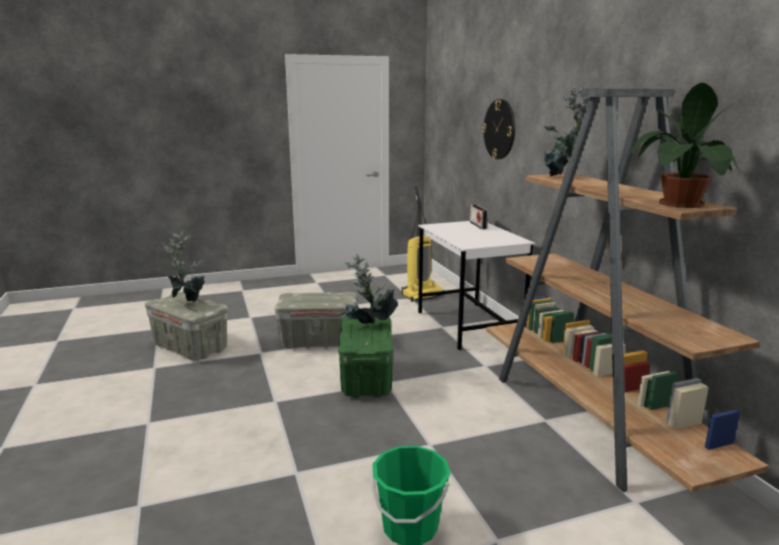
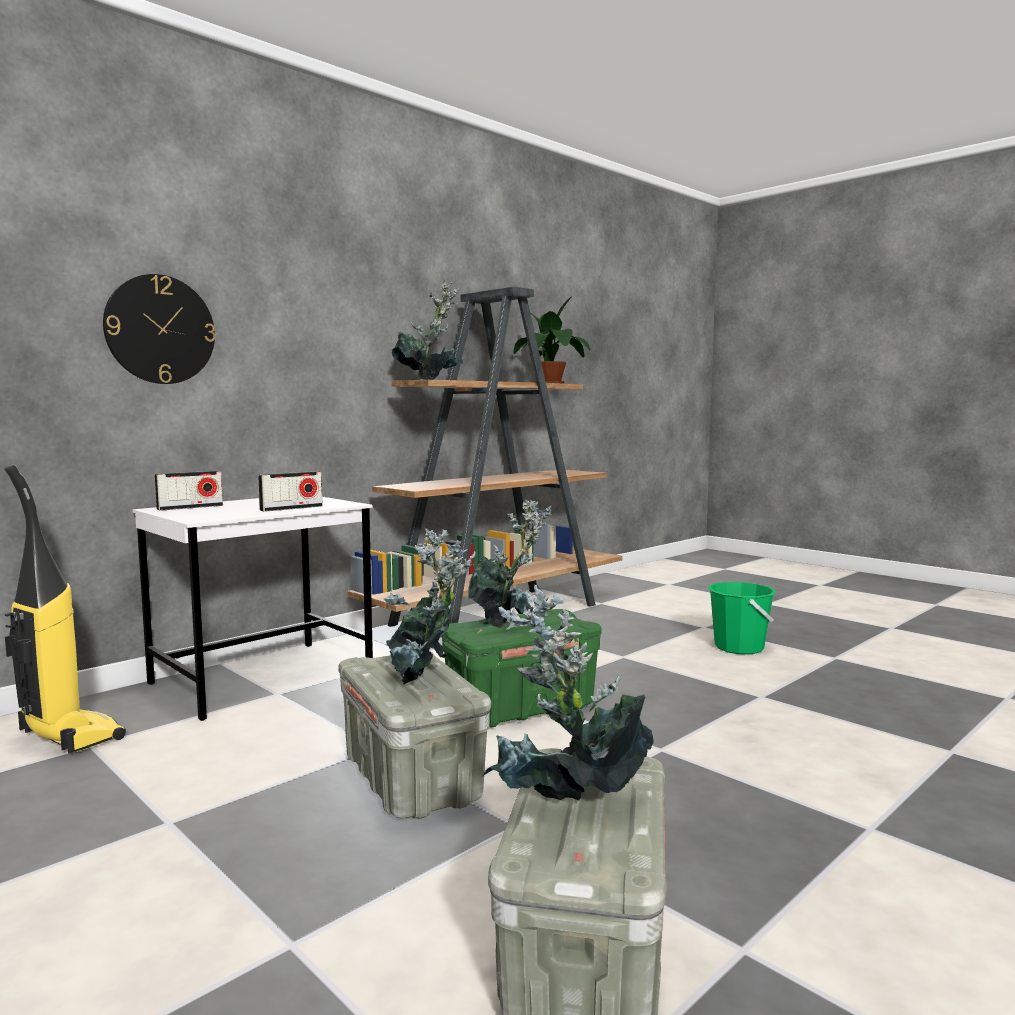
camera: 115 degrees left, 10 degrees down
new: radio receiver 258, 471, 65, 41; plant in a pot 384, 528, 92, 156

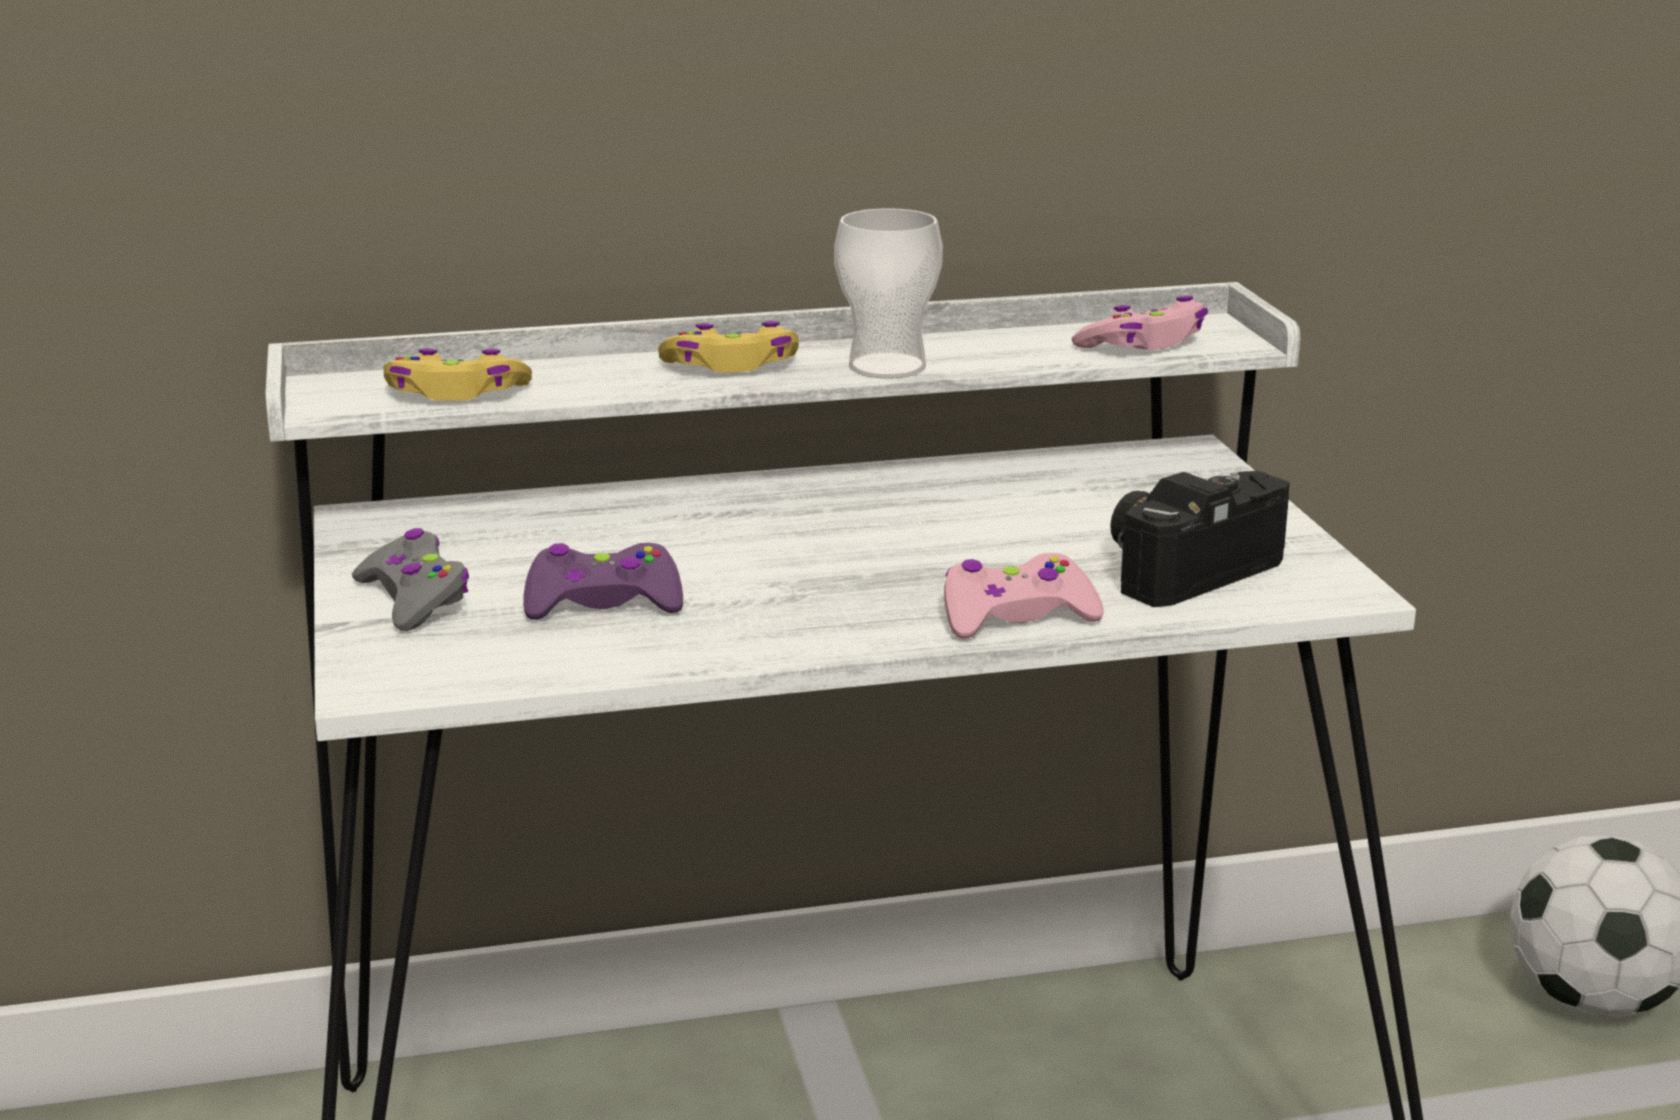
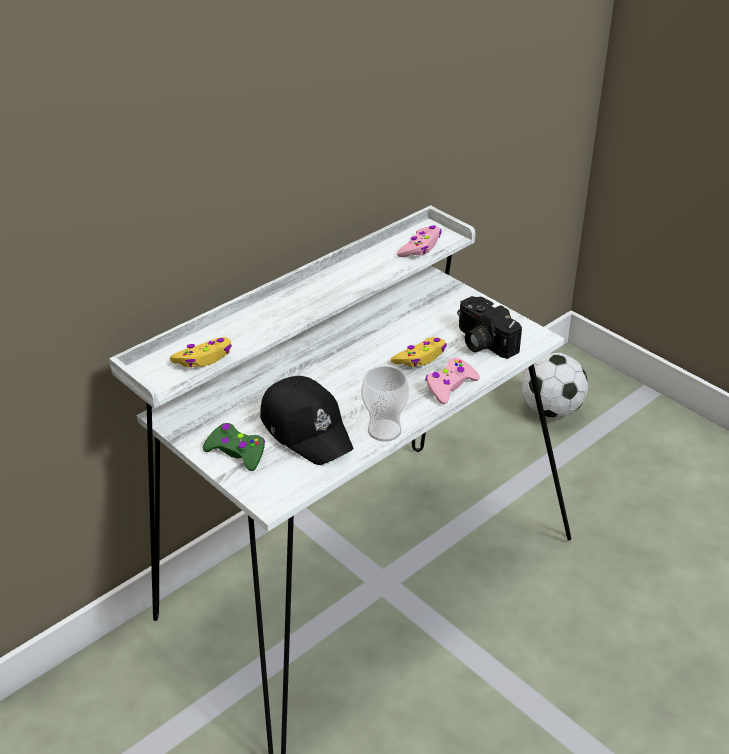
camera: 30 degrees left, 15 degrees up
shifted: cup 834, 208, 109, 171 to 361, 366, 48, 76; gamepad (yellowish) 658, 321, 141, 52 to 391, 337, 56, 30
swapped: gamepad (purplish) 523, 543, 160, 77 to baseball cap (black-coloured) 260, 376, 94, 89
repainted: gamepad (gray) 352, 528, 117, 103 to gamepad (greenish) 203, 423, 62, 48
rotated: photo camera 1110, 471, 180, 136 = 457, 296, 65, 63 60 degrees counterclockwise

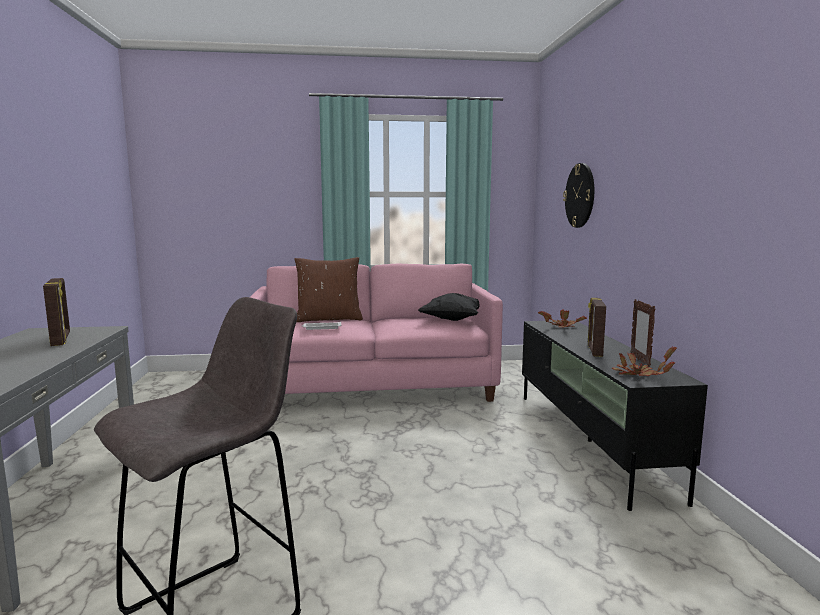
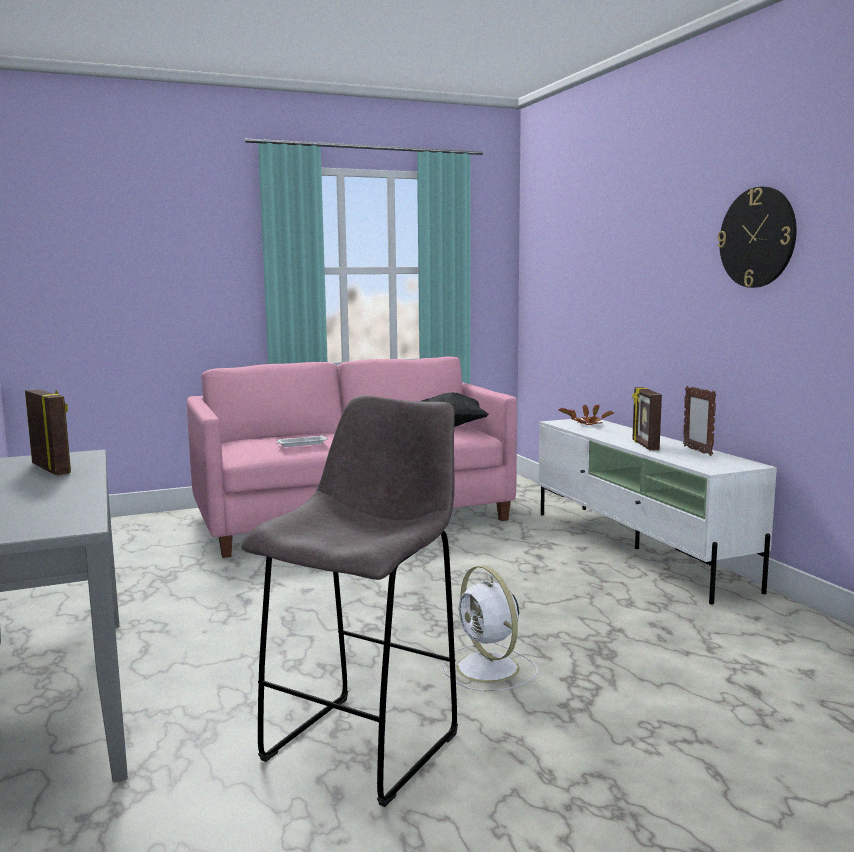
camera: 15 degrees left, 0 degrees up
gone: throw pillow (brown) 294, 257, 69, 65; plant in a pot 612, 347, 65, 29
new: fan (white-coloured) 442, 565, 96, 127
shifted: hanging clock 563, 163, 31, 65 to 717, 187, 80, 101
repainted: tv stand (black-coloured) 522, 320, 186, 191 to tv stand (white-coloured) 539, 418, 238, 187

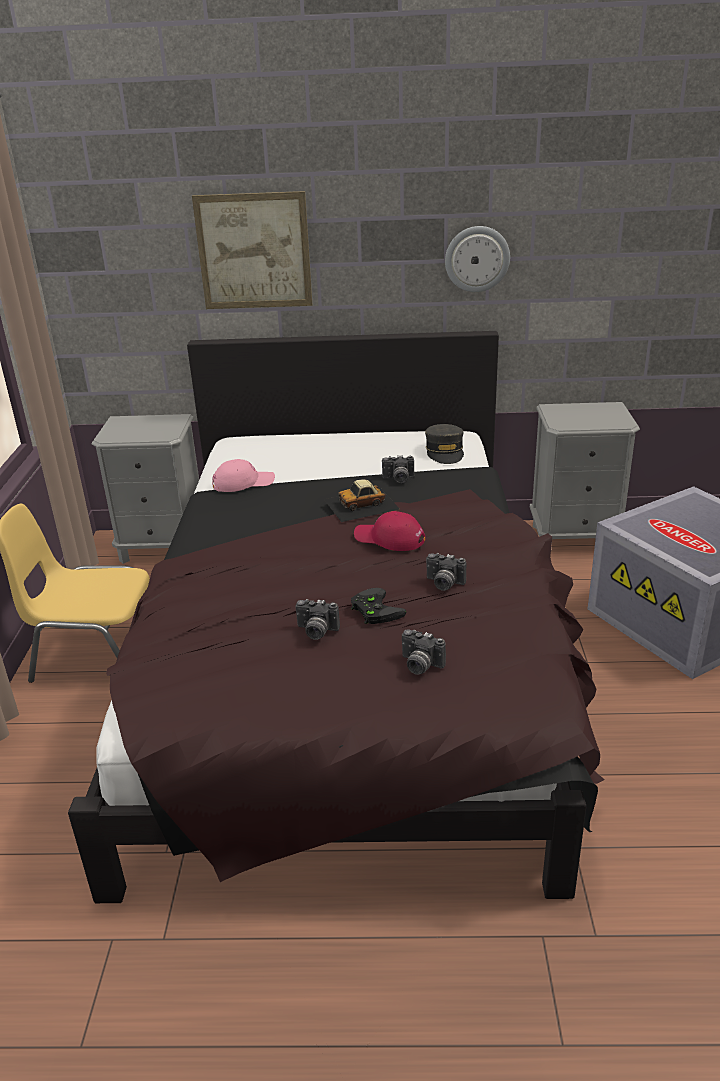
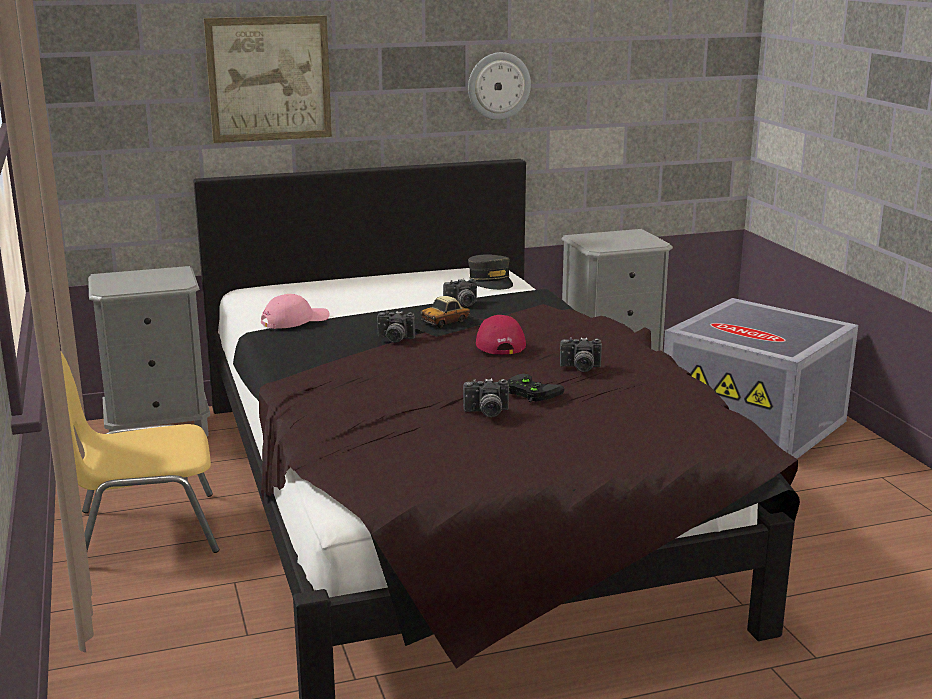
camera: 20 degrees left, 10 degrees down
shifted: photo camera 402, 629, 44, 46 to 377, 311, 38, 32
rotated: baseball cap (red) 354, 511, 72, 40 = 476, 315, 50, 39 75 degrees clockwise

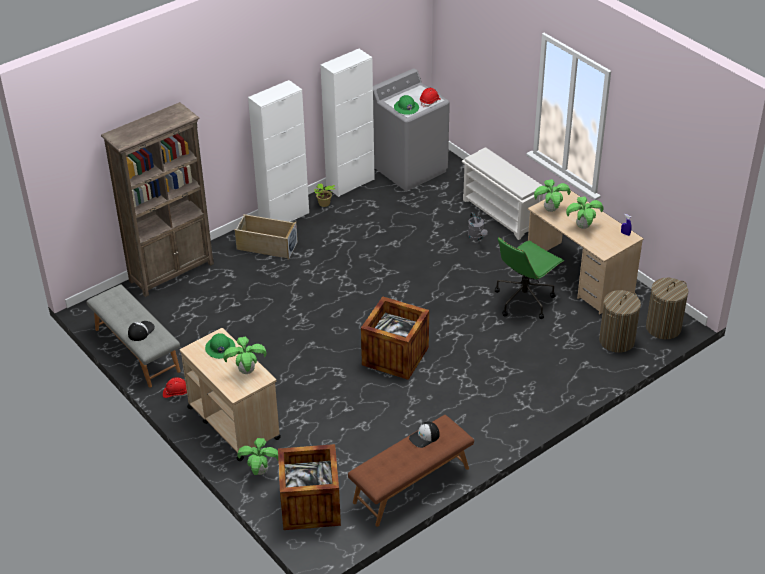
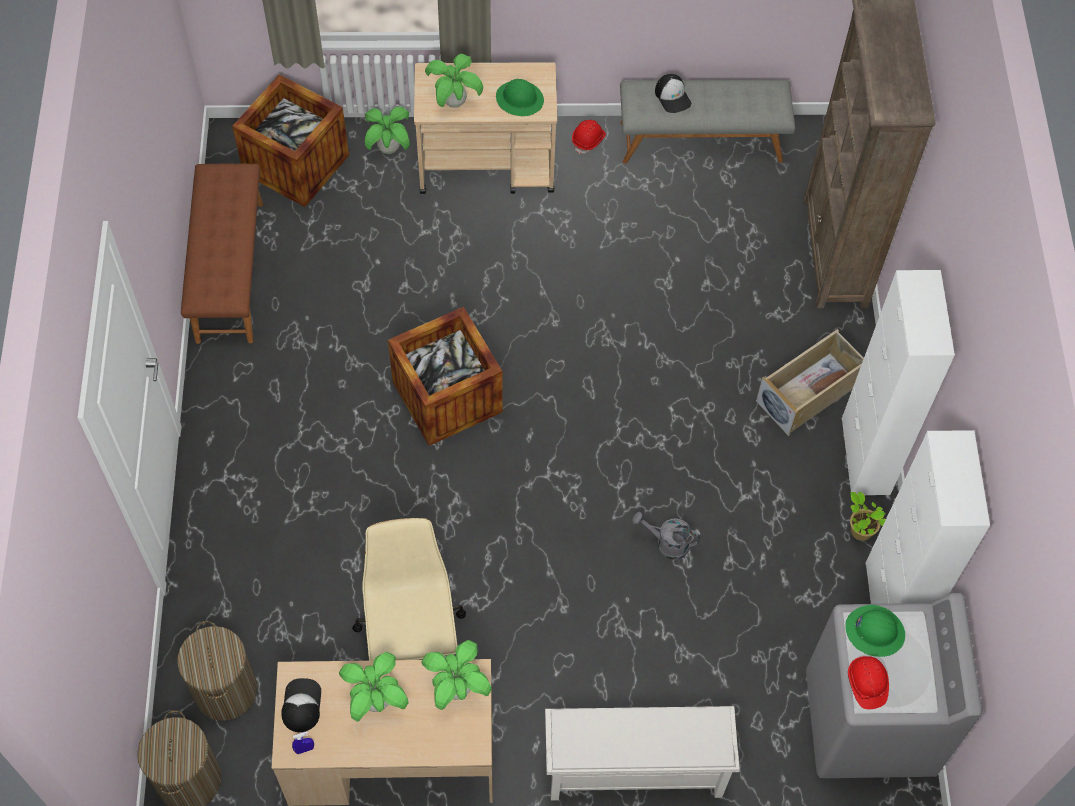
camera: 125 degrees right, 20 degrees up
shifted: sprinkling can (gray) 468, 212, 20, 28 to 632, 512, 68, 48; baseball cap 409, 422, 31, 26 to 281, 678, 40, 54
repainted: desk chair (greenish) 495, 237, 69, 82 to desk chair (beige) 352, 518, 114, 143

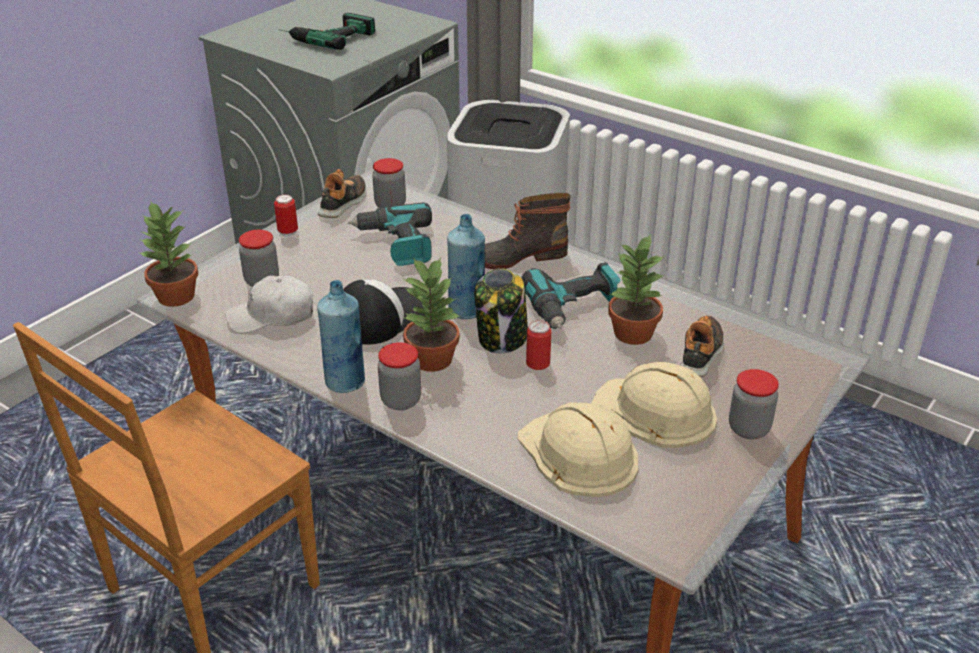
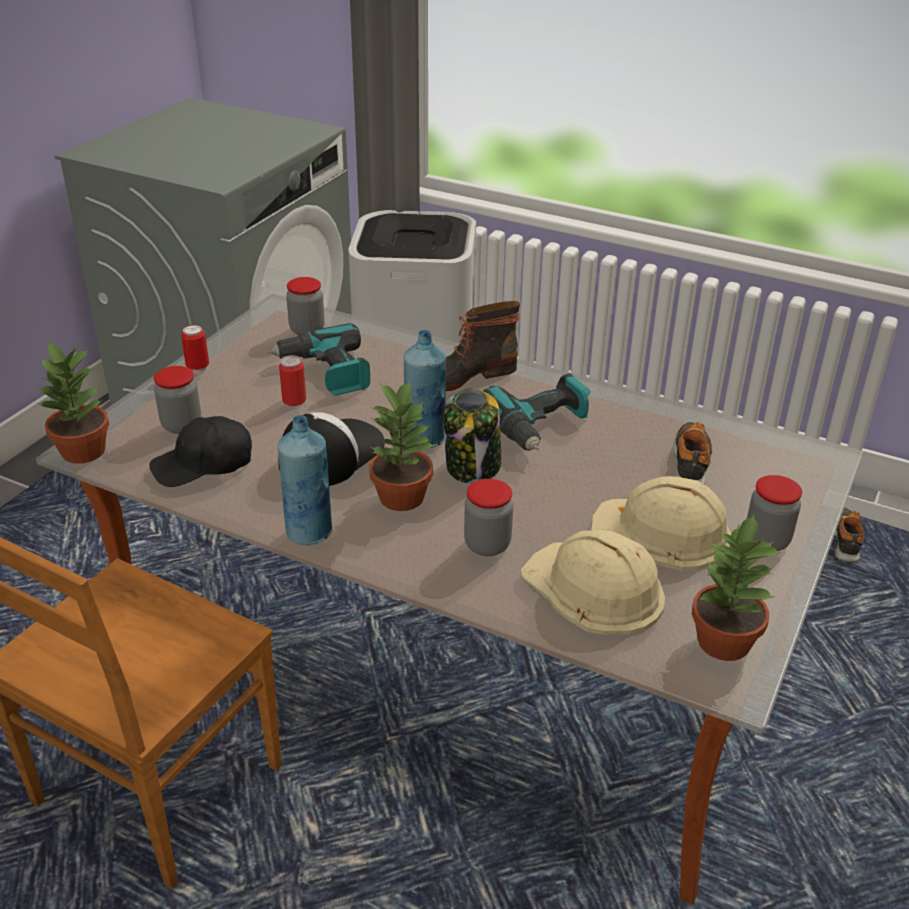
camera: 10 degrees left, 0 degrees up
gone: power drill 278, 13, 97, 37
shifted: shoe 318, 169, 48, 49 to 835, 507, 29, 56; plant in a pot 608, 234, 56, 111 to 692, 513, 90, 148; sealed can 526, 320, 25, 50 to 279, 355, 27, 51; storage jar 378, 342, 43, 68 to 464, 479, 49, 77
repainted: baseball cap (white-coloured) 226, 275, 87, 58 to baseball cap (black-coloured) 150, 416, 102, 71

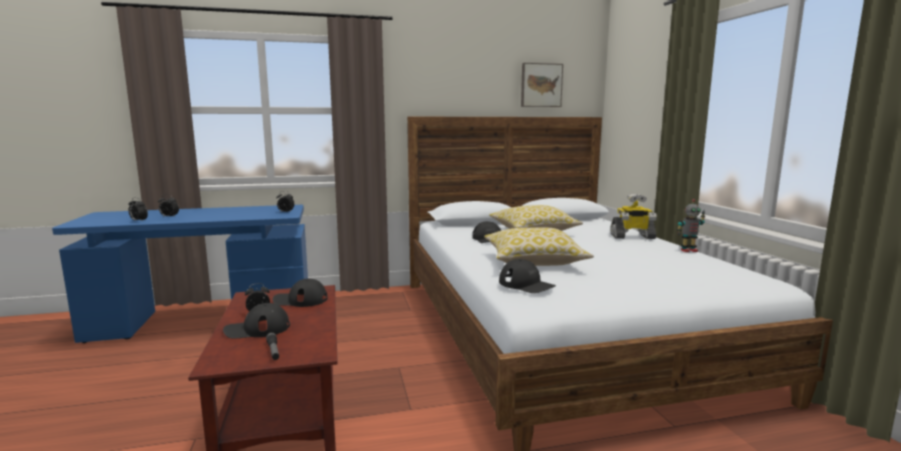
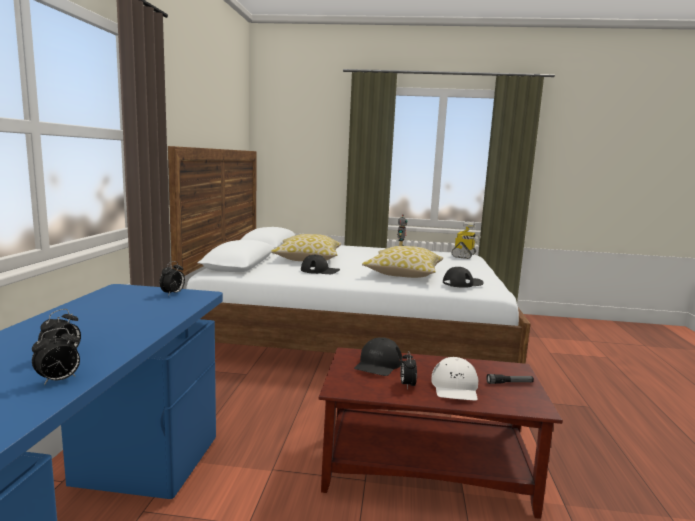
camera: 70 degrees left, 0 degrees up
gone: picture 521, 63, 42, 44
shifted: toy robot 610, 194, 47, 45 to 451, 222, 30, 37
repainted: baseball cap (black-coloured) 223, 303, 67, 36 to baseball cap (white-coloured) 431, 357, 48, 44

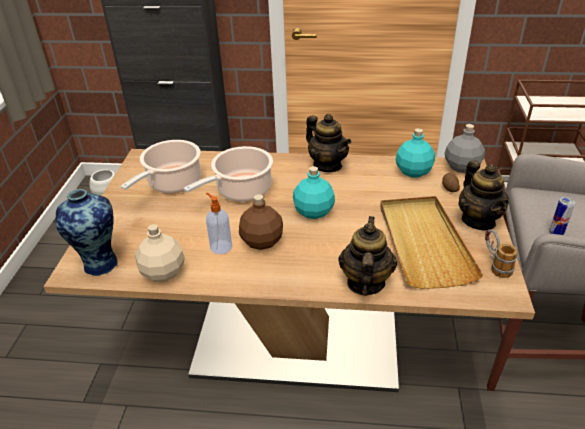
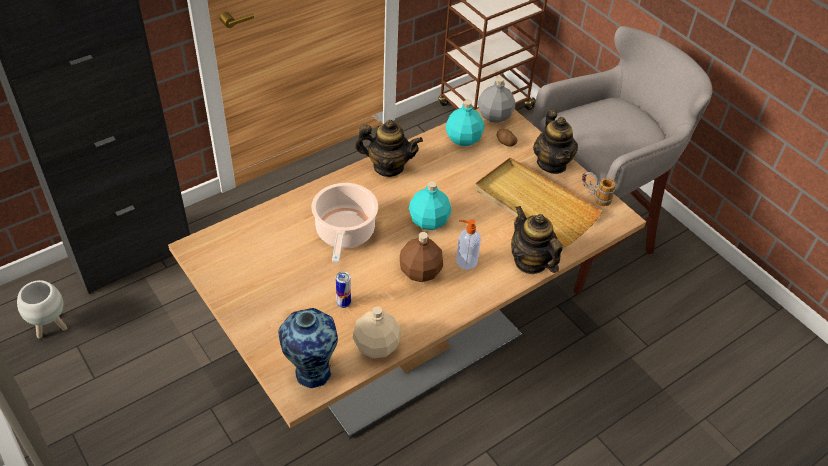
camera: 45 degrees left, 10 degrees up
gone: saucepot 121, 140, 80, 53
shifted: soap bottle 206, 193, 26, 61 to 456, 219, 25, 51; sealed can 549, 197, 26, 38 to 336, 271, 15, 37
rotated: teapot 458, 160, 51, 71 = 533, 110, 45, 64 45 degrees clockwise

